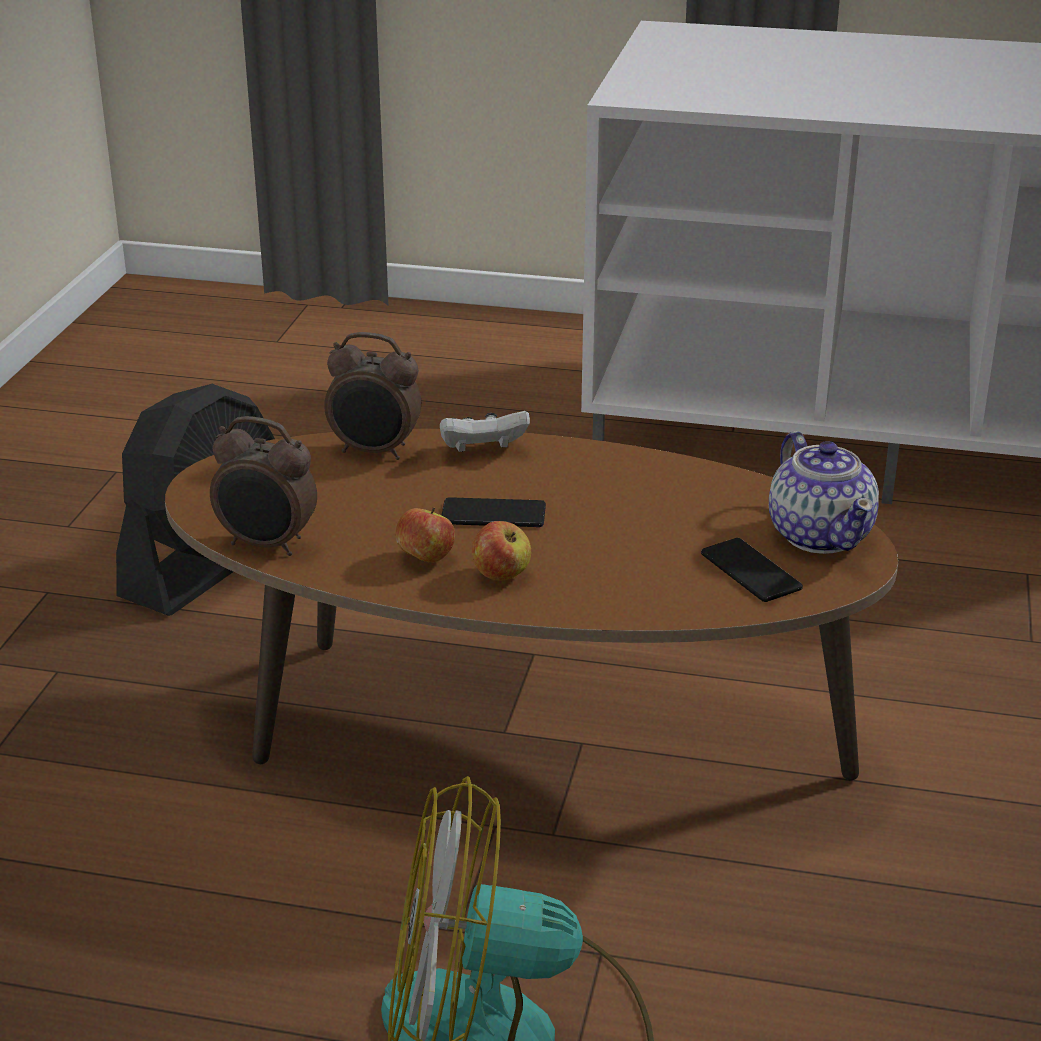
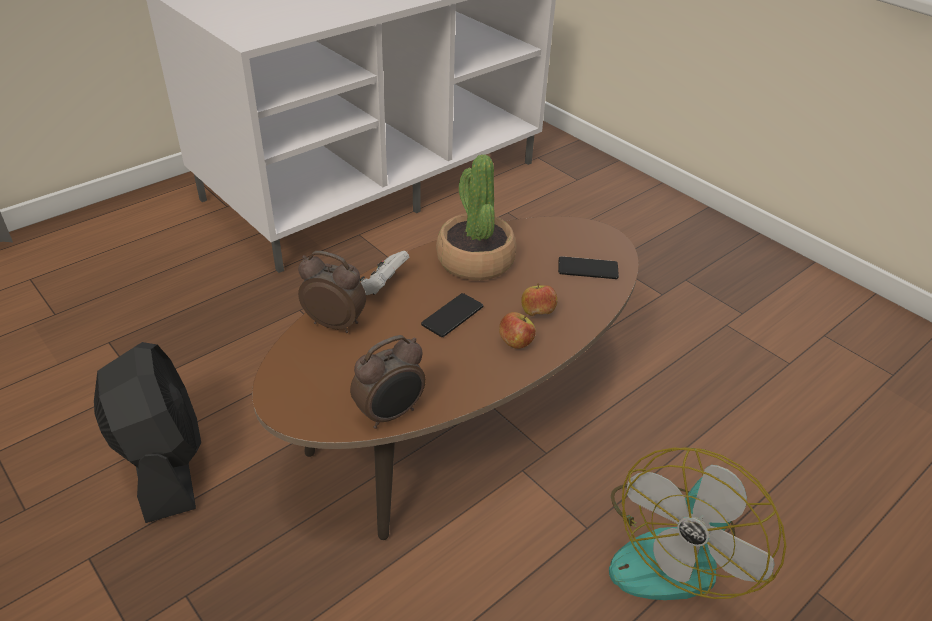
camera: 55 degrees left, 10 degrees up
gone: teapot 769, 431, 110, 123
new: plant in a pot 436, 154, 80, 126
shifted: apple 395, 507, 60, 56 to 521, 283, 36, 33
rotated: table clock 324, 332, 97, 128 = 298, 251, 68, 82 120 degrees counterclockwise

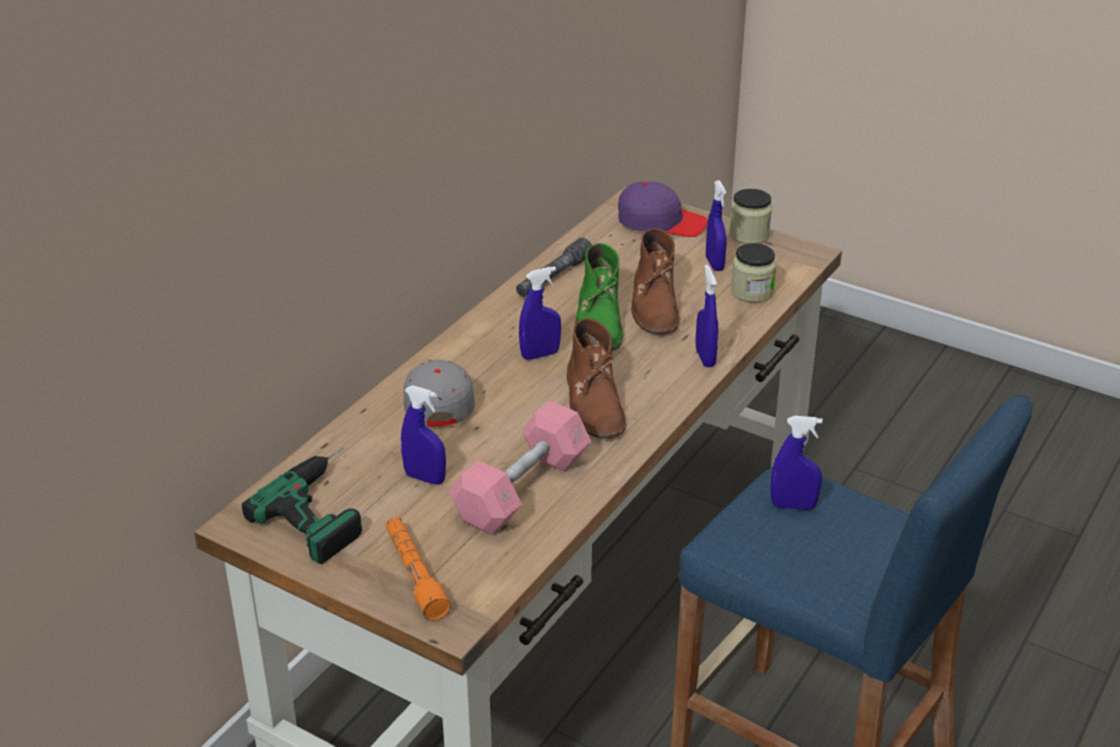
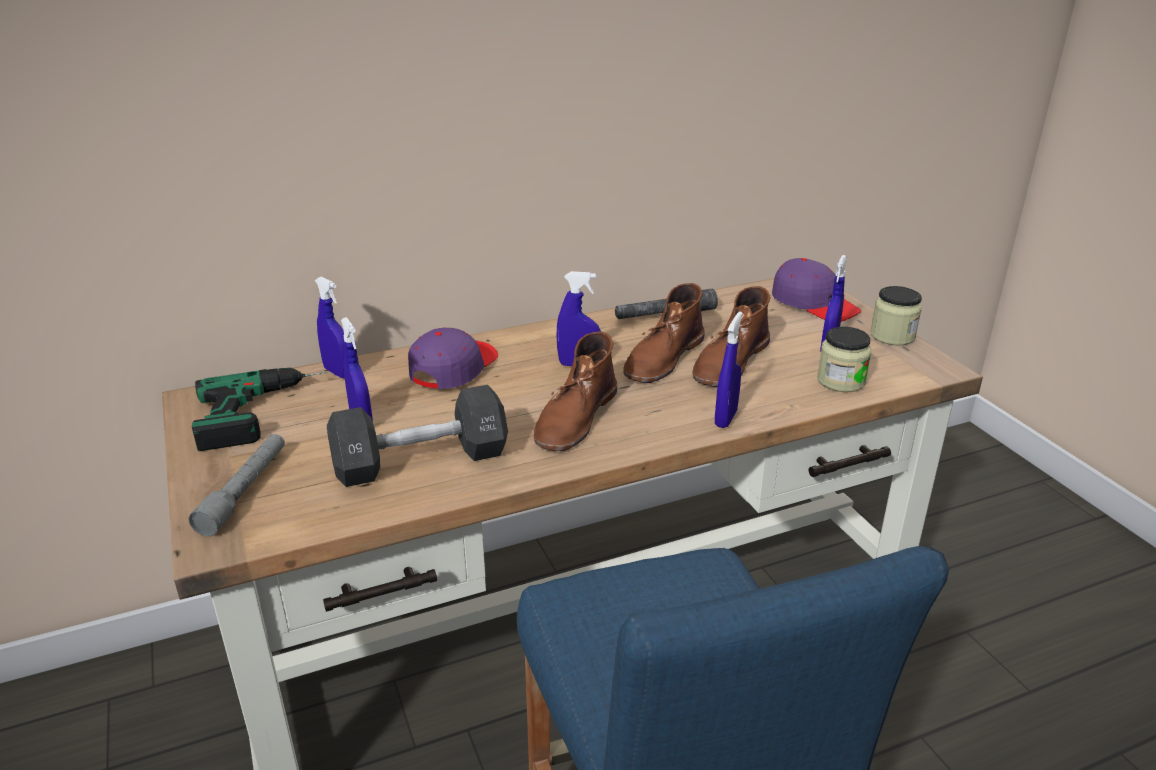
camera: 35 degrees right, 5 degrees down
shifted: hand sprayer (bluish) 770, 416, 53, 94 to 315, 276, 29, 102
repainted: high-top boot (greenish) 575, 243, 48, 108 to high-top boot (brown) 623, 283, 82, 100; baseball cap (gray) 404, 360, 71, 66 to baseball cap (purplish) 408, 327, 90, 62; dumbbell (pink) 449, 401, 143, 134 to dumbbell (black-coloured) 327, 385, 181, 102; flashlight (orange) 386, 517, 65, 104 to flashlight (gray) 188, 434, 97, 102

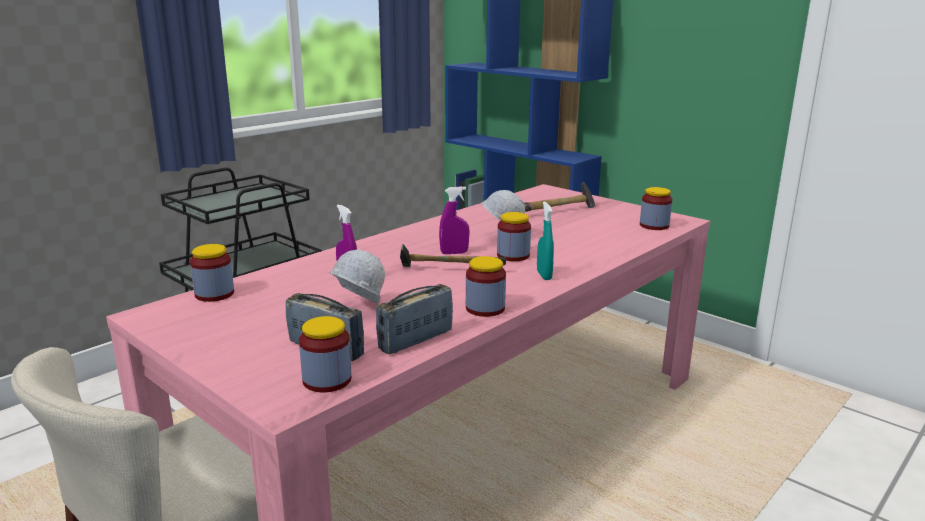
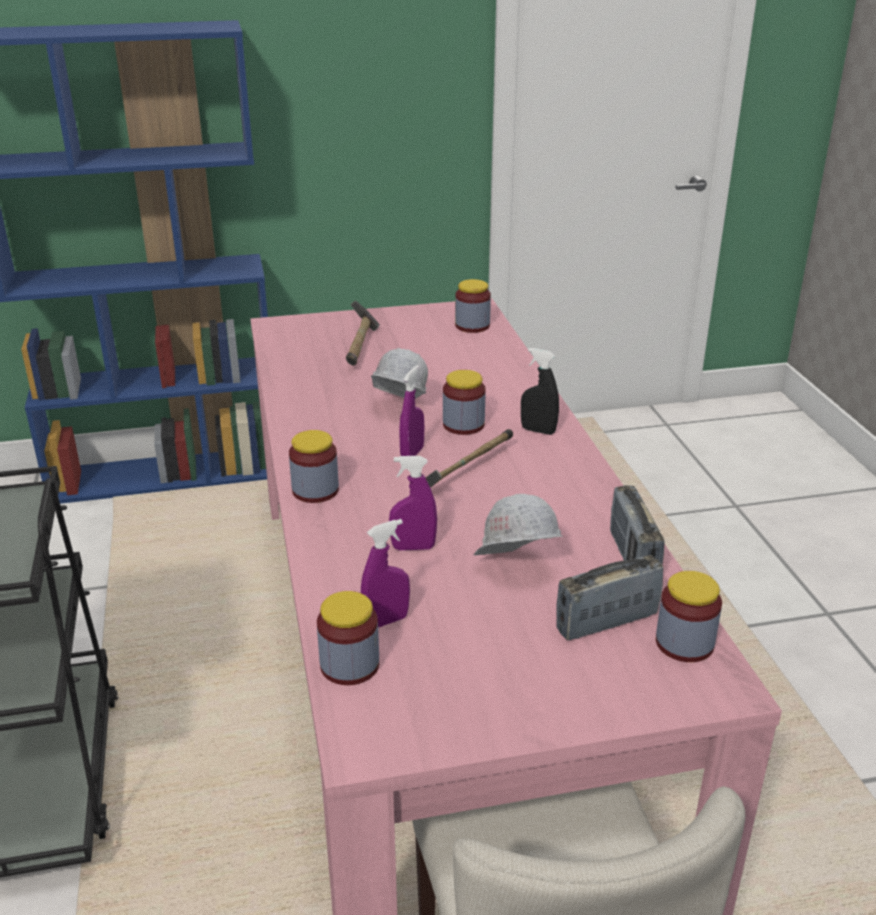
camera: 55 degrees left, 10 degrees up
new: hand sprayer (purplish) 361, 519, 49, 109
shifted: storage jar 466, 256, 40, 61 to 289, 430, 50, 73
repainted: hand sprayer (blue-green) 537, 202, 17, 78 to hand sprayer (black-coloured) 521, 348, 38, 87

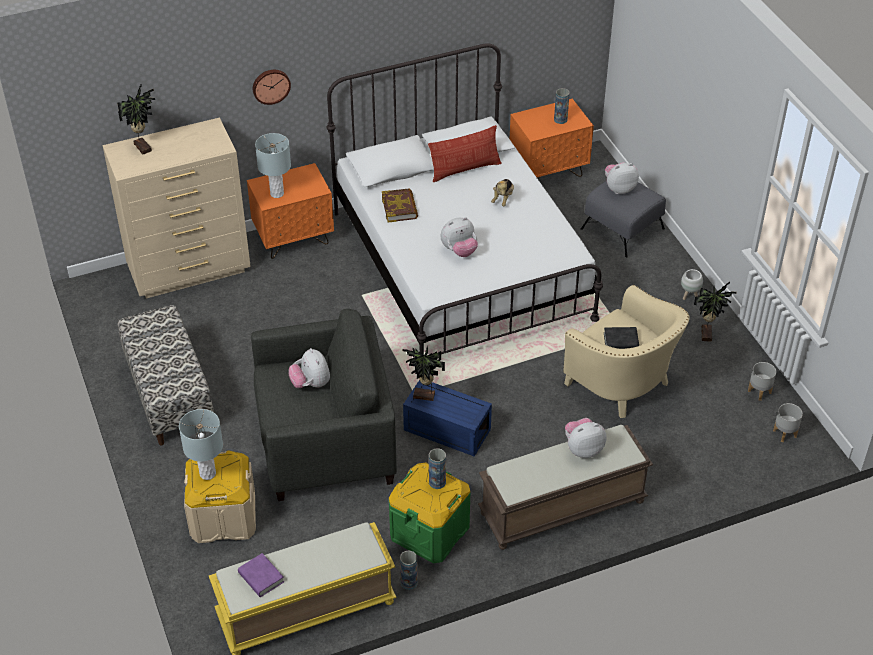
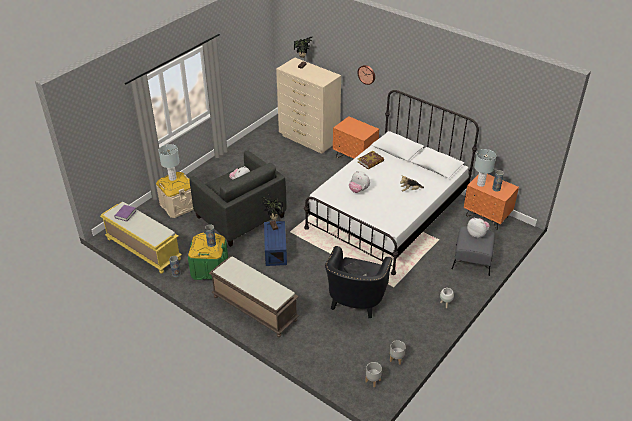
camera: 60 degrees right, 5 degrees down
gone: throw pillow 428, 125, 74, 57; plant in a pot 694, 282, 43, 60; long seat 118, 305, 96, 141; cuddly toy 565, 418, 41, 40
shifted: table lamp (gray) 255, 133, 36, 65 to 474, 149, 22, 38
repainted: lounge chair (beige) 563, 285, 127, 133 to lounge chair (black-coloured) 325, 246, 68, 72

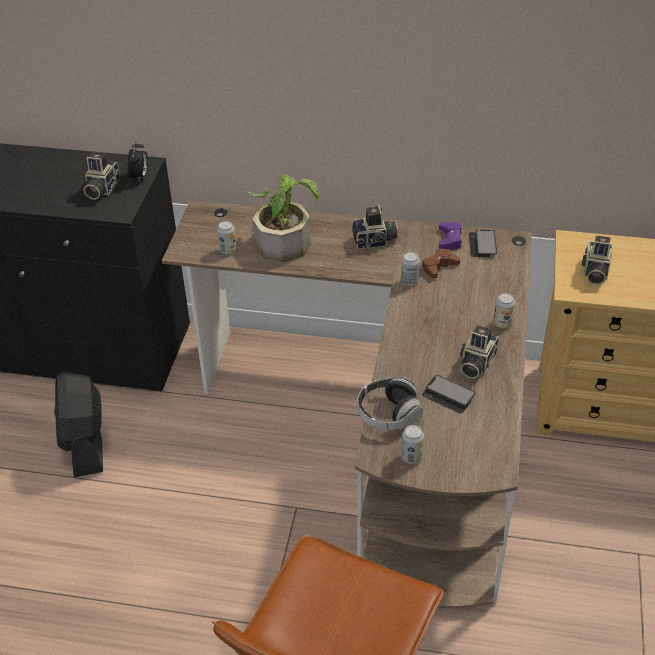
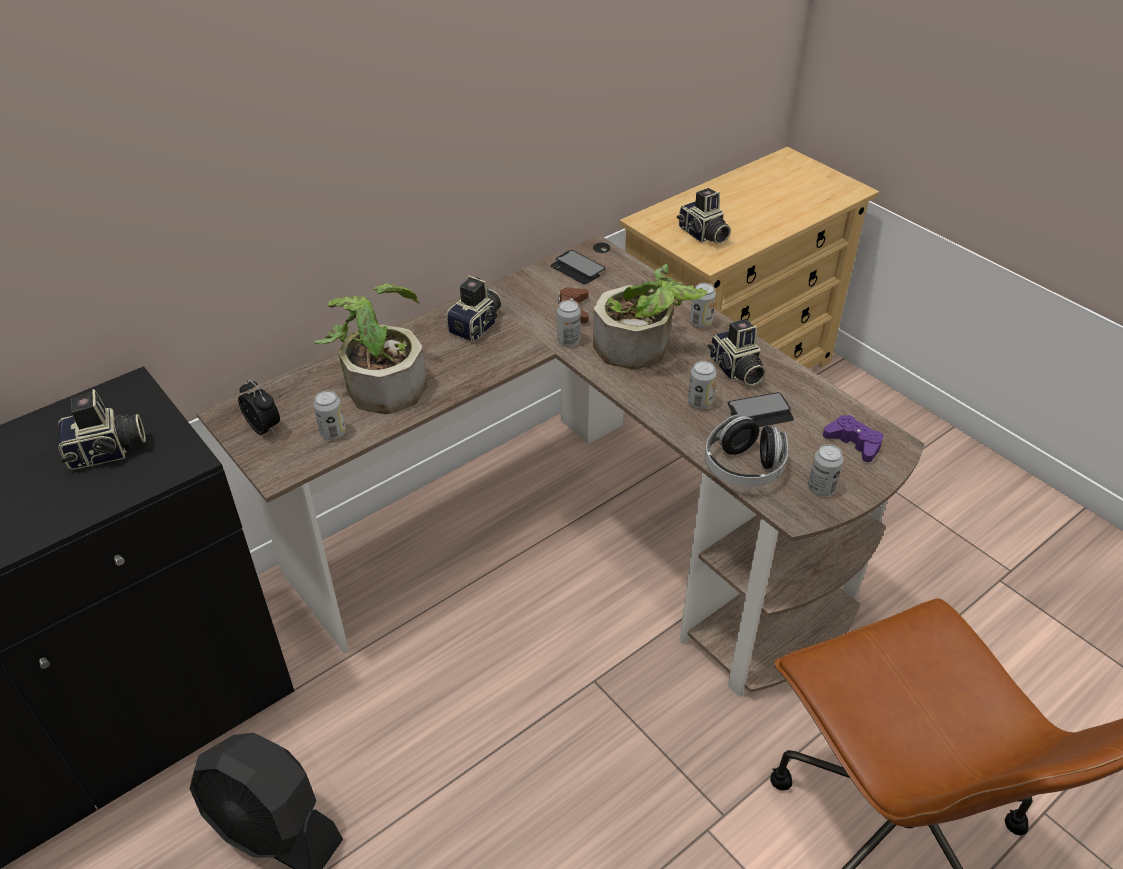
camera: 50 degrees left, 0 degrees up
new: plant in a pot 593, 264, 114, 106; sealed can 688, 361, 29, 48
shifted: table clock 127, 141, 21, 41 to 238, 379, 42, 56; gamepad (purplish) 439, 222, 23, 28 to 823, 415, 60, 47
rotated: photo camera 84, 152, 36, 48 = 58, 389, 88, 81 75 degrees counterclockwise

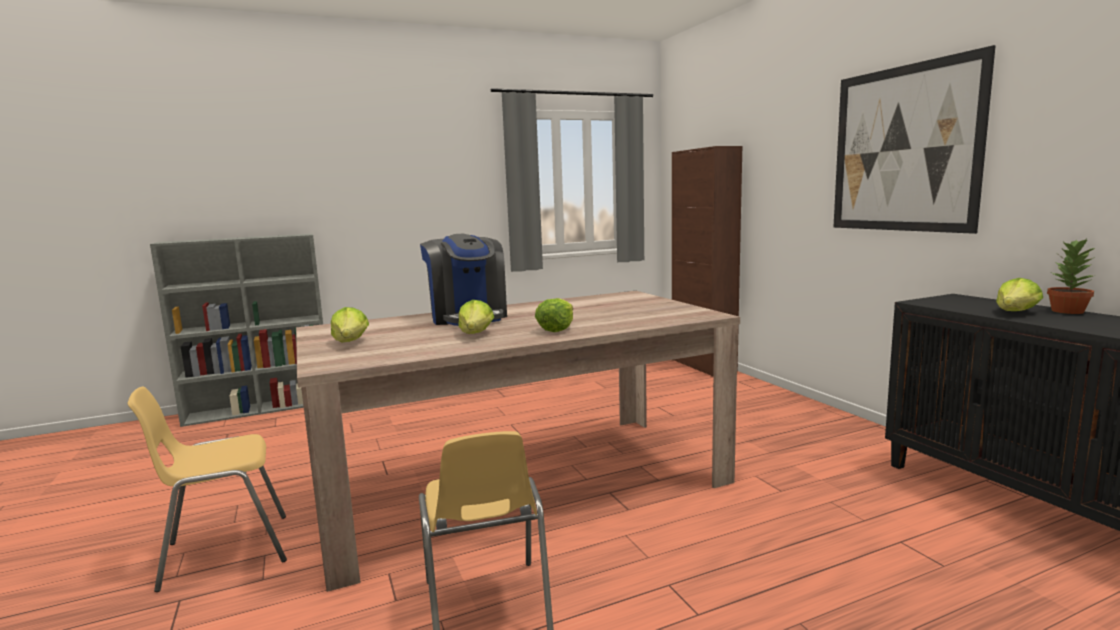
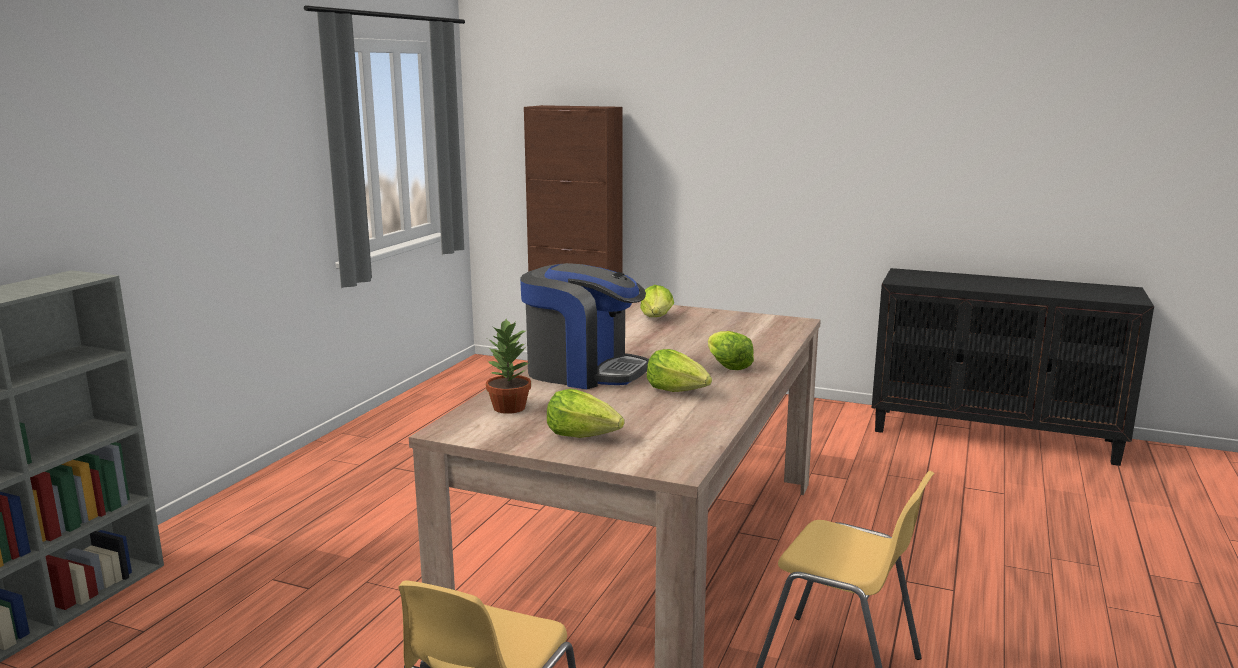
camera: 45 degrees left, 5 degrees up
gone: picture 833, 45, 163, 189
shifted: plant in a pot 1047, 239, 49, 75 to 486, 319, 45, 95; lettuce 996, 278, 47, 33 to 640, 285, 34, 32

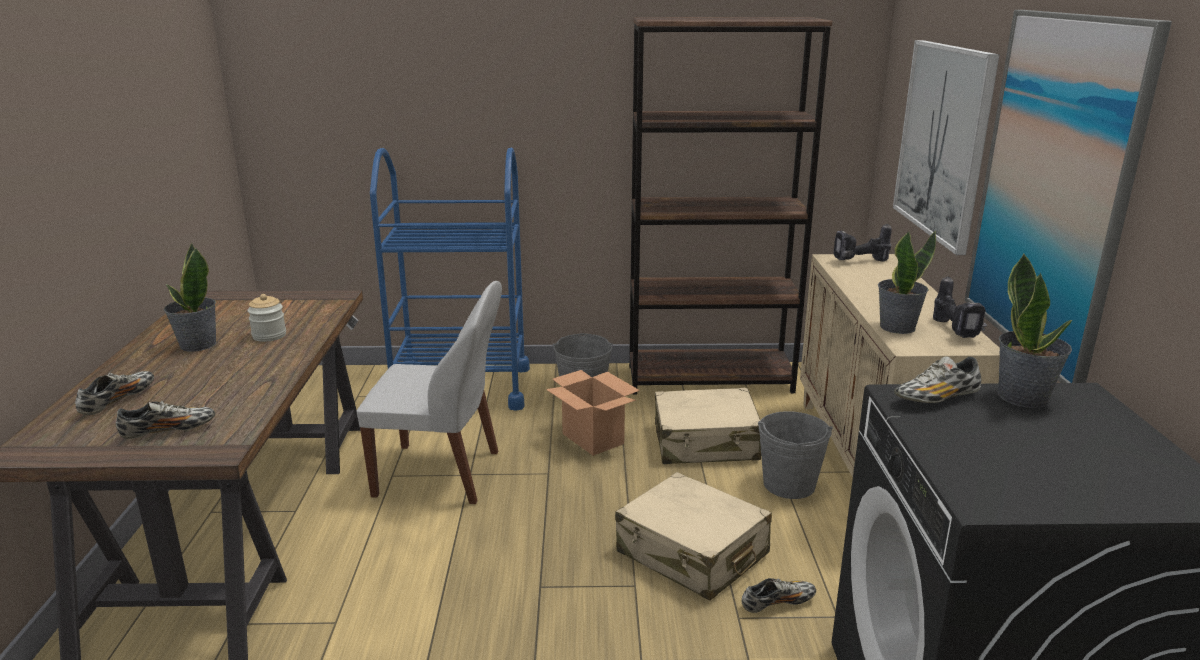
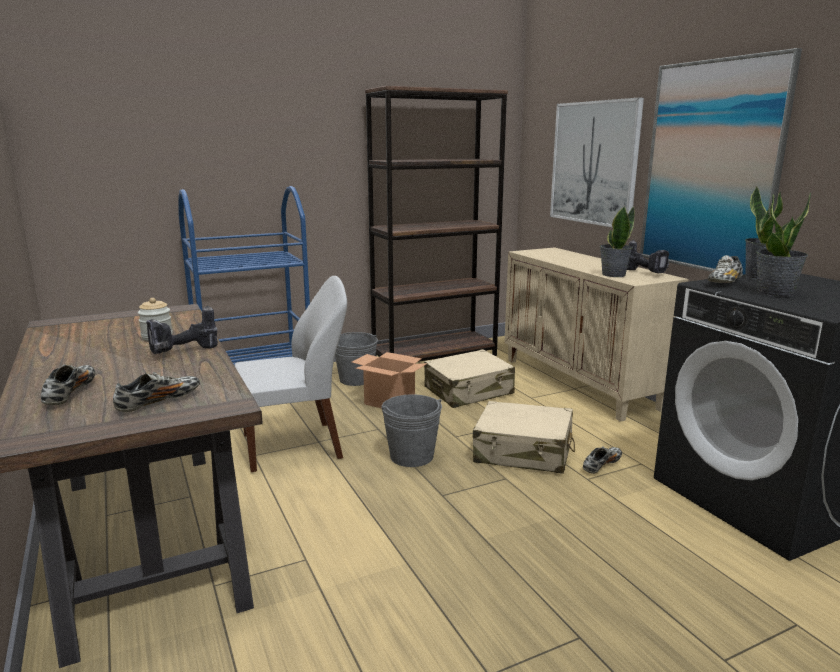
camera: 25 degrees left, 5 degrees down
shifted: power drill 834, 223, 58, 39 to 146, 305, 72, 49; plant in a pot 164, 243, 52, 109 to 756, 192, 55, 105; pail (gray) 758, 411, 75, 88 to 381, 395, 61, 72

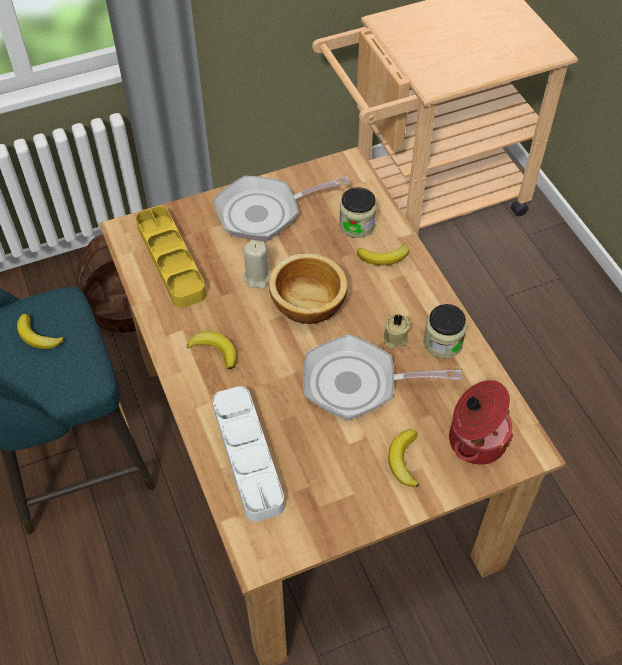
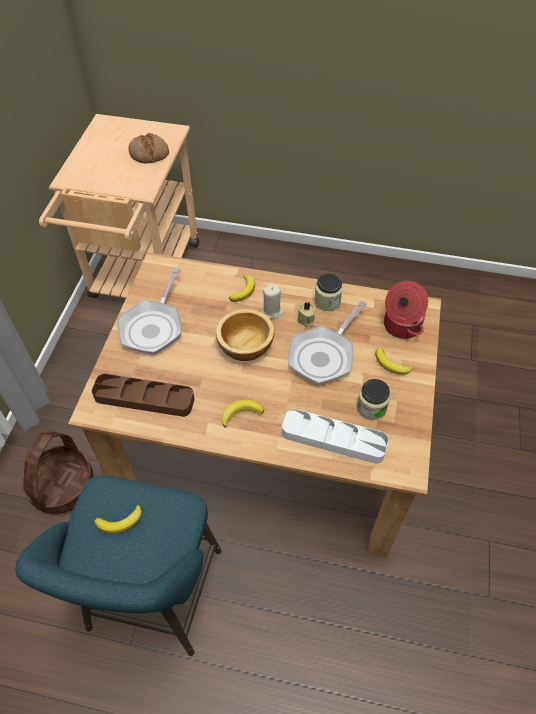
camera: 55 degrees left, 0 degrees up
new: baked bread 128, 133, 41, 30
shifted: storage jar 339, 187, 38, 51 to 356, 379, 34, 41; wax candle (beige) 243, 240, 28, 49 to 261, 284, 23, 35
repainted: carrying tray (yellowish) 136, 206, 70, 102 to carrying tray (brown) 92, 374, 103, 43

